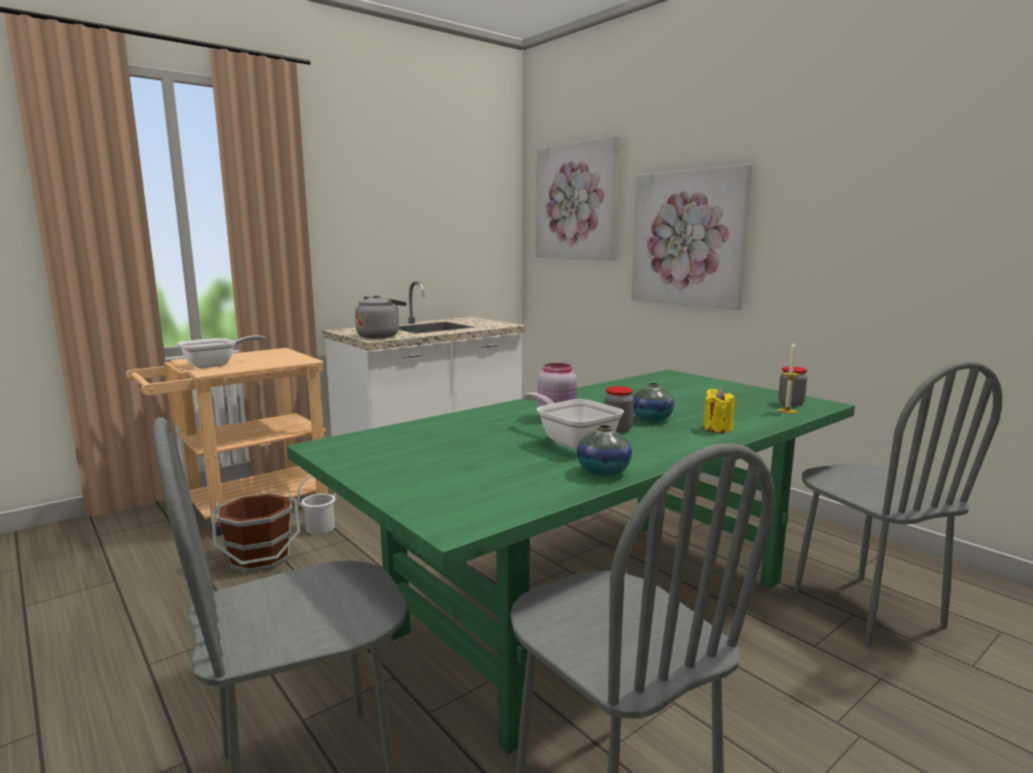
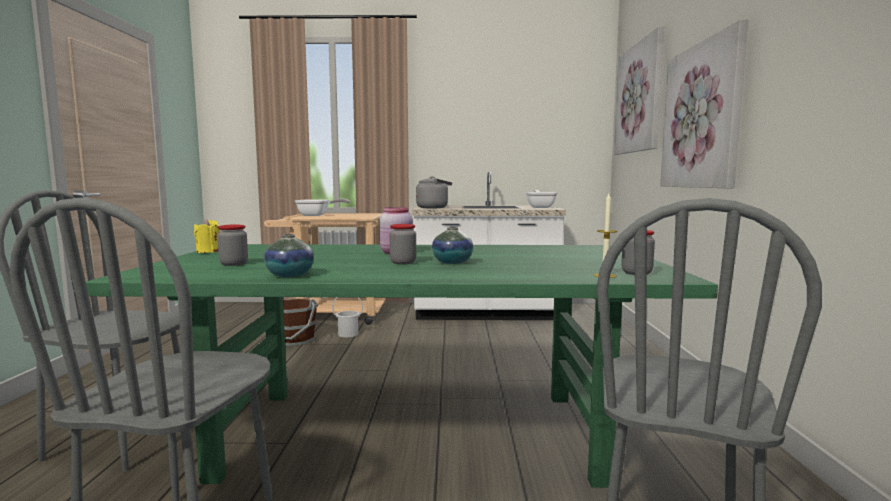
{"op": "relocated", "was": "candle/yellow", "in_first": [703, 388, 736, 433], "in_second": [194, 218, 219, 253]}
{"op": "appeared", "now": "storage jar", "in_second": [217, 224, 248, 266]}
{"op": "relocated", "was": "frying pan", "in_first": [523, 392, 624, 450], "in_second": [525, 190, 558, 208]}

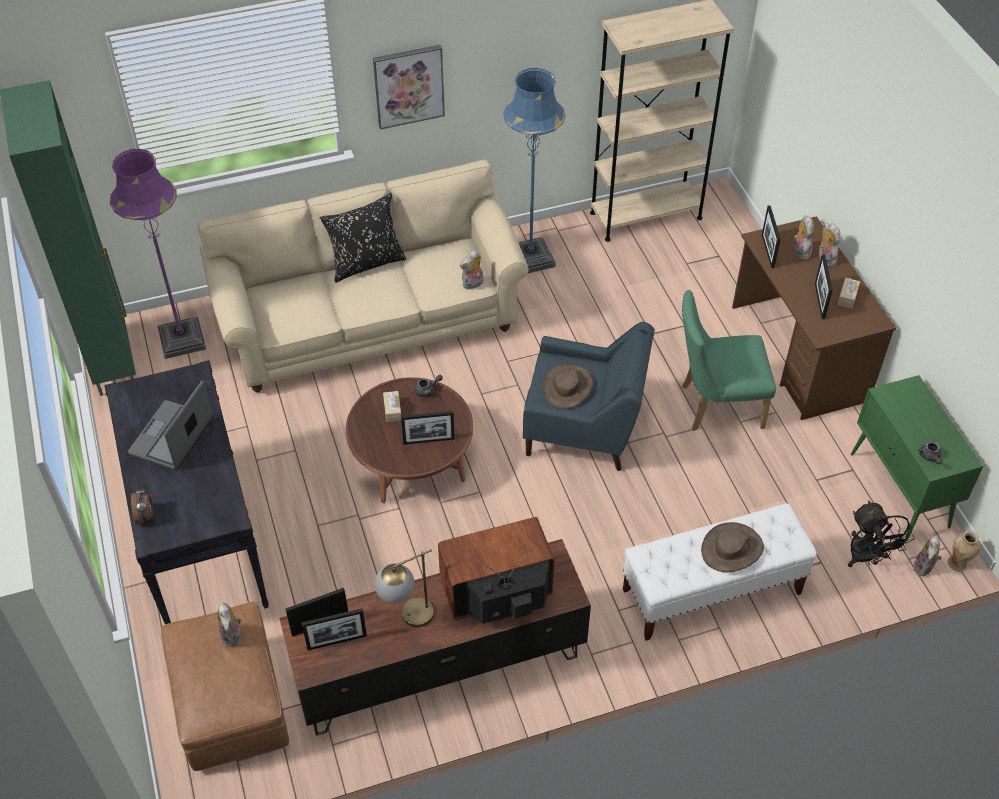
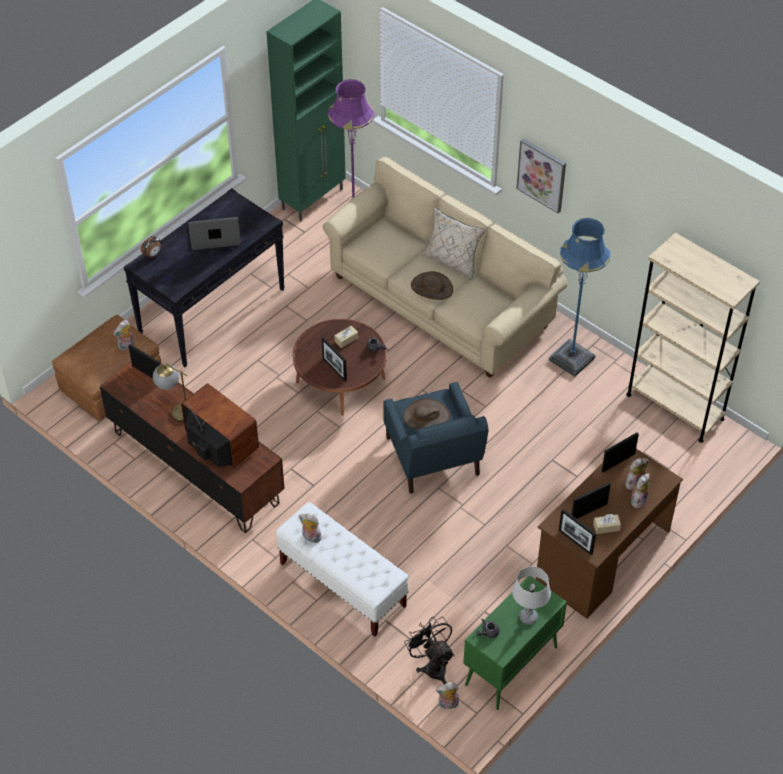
{"op": "relocated", "was": "soft toy", "in_first": [460, 250, 483, 290], "in_second": [299, 514, 322, 543]}
{"op": "spun", "was": "electric fan/black-coloured", "in_first": [848, 500, 915, 567], "in_second": [404, 617, 454, 685], "clockwise": 105}
{"op": "relocated", "was": "hat/brown-coloured", "in_first": [701, 522, 764, 572], "in_second": [411, 271, 453, 300]}
{"op": "colour", "was": "cushion/black-coloured", "now": "cushion/sand-coloured", "in_first": [320, 193, 406, 283], "in_second": [422, 207, 485, 280]}
{"op": "appeared", "now": "table lamp/gray", "in_second": [512, 566, 551, 624]}
{"op": "relocated", "was": "photo frame", "in_first": [302, 608, 367, 650], "in_second": [559, 509, 596, 555]}
{"op": "missing", "was": "upright chair/green-coloured", "in_first": [682, 290, 776, 431]}
{"op": "missing", "was": "decorative vase", "in_first": [948, 530, 981, 572]}

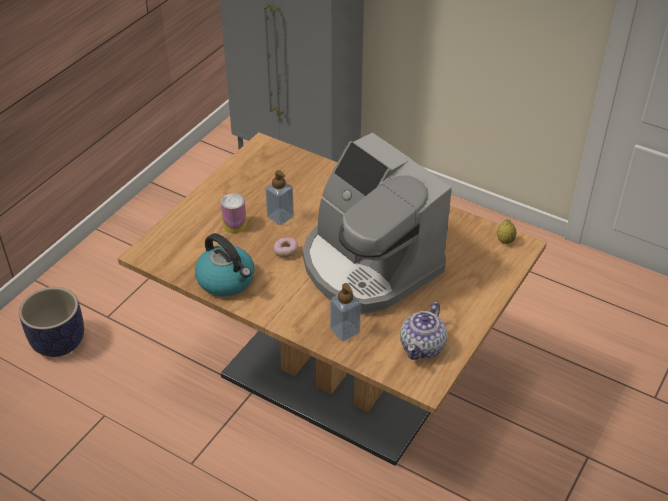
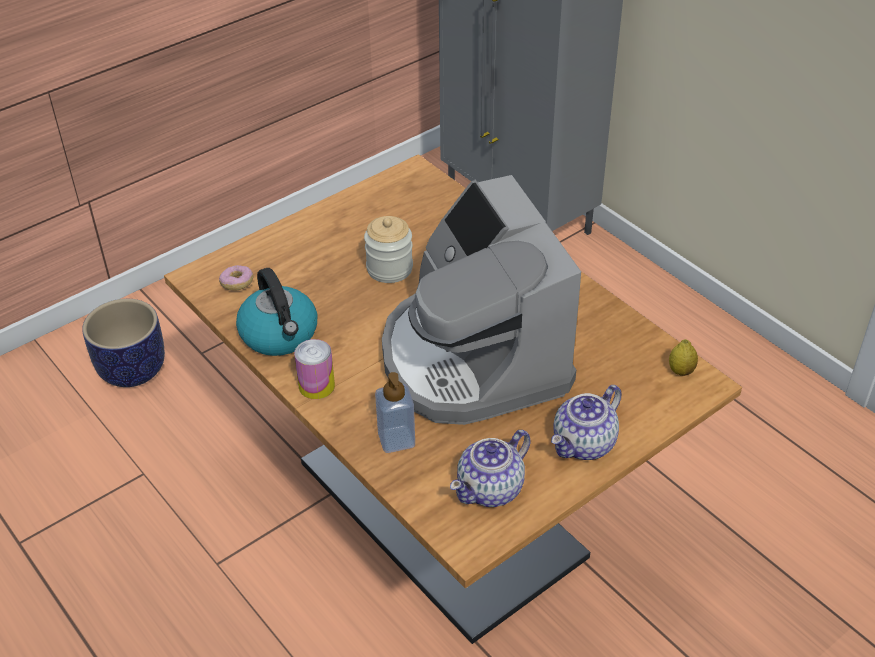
{"op": "relocated", "was": "ring doughnut", "in_first": [274, 238, 298, 257], "in_second": [219, 265, 254, 291]}
{"op": "relocated", "was": "metal can", "in_first": [221, 193, 247, 233], "in_second": [294, 339, 335, 399]}
{"op": "exchanged", "was": "soap bottle", "now": "storage jar", "in_first": [265, 170, 294, 225], "in_second": [364, 216, 413, 283]}
{"op": "appeared", "now": "teapot", "in_second": [551, 385, 622, 460]}

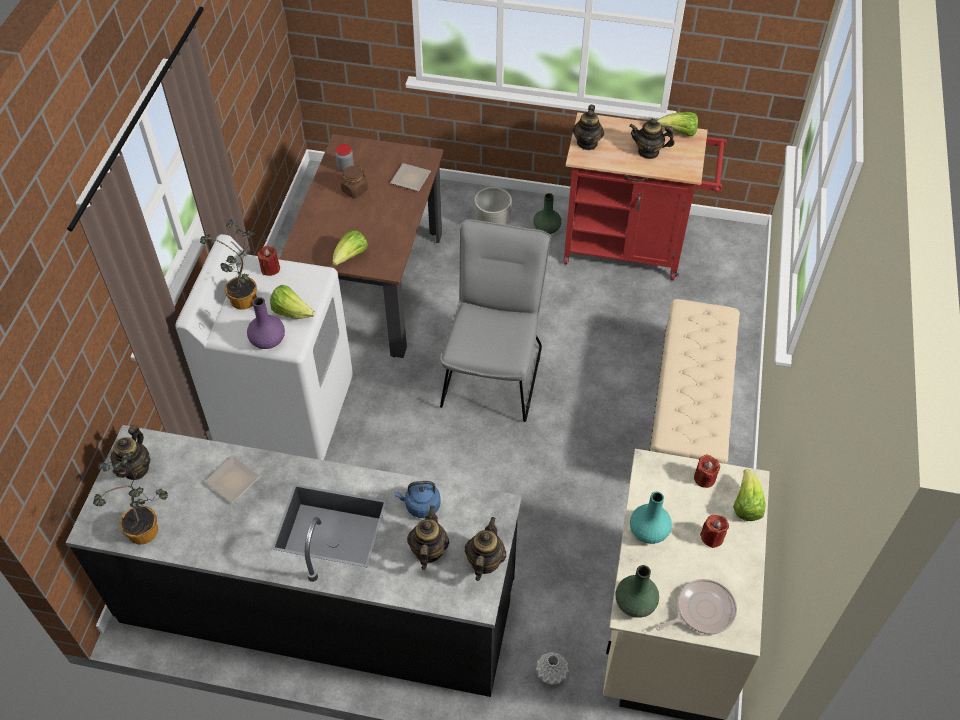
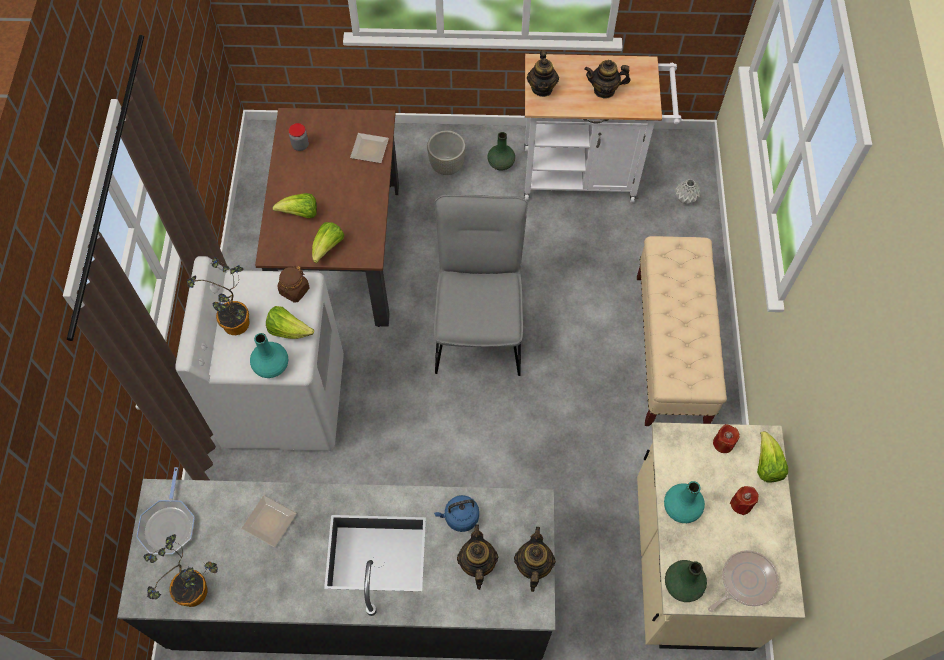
{"op": "exchanged", "was": "teapot", "now": "frying pan", "in_first": [110, 425, 150, 480], "in_second": [137, 467, 195, 554]}
{"op": "colour", "was": "decorative vase/purple-coloured", "now": "decorative vase/blue-green", "in_first": [247, 297, 285, 349], "in_second": [250, 333, 288, 378]}
{"op": "relocated", "was": "lettuce", "in_first": [657, 112, 698, 136], "in_second": [272, 193, 317, 218]}
{"op": "relocated", "was": "storage jar/brown-coloured", "in_first": [341, 165, 368, 198], "in_second": [278, 266, 309, 303]}
{"op": "colour", "was": "cart/red", "now": "cart/white", "in_first": [564, 112, 727, 281], "in_second": [524, 54, 681, 203]}
{"op": "relocated", "was": "decorative vase/gray", "in_first": [536, 652, 569, 685], "in_second": [675, 179, 700, 205]}
{"op": "missing", "was": "candle/red", "in_first": [258, 246, 280, 276]}

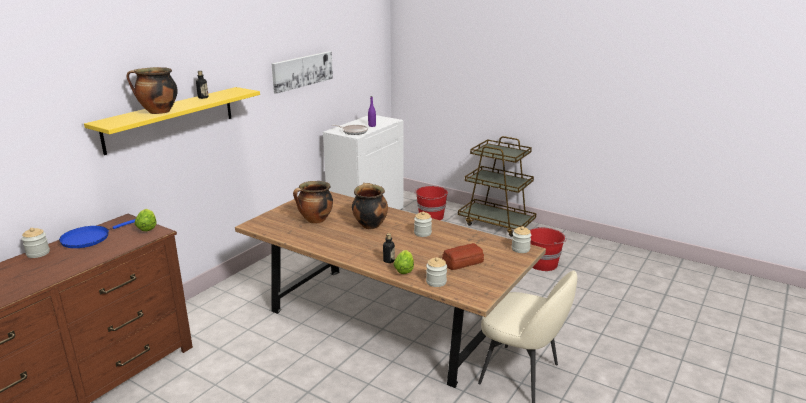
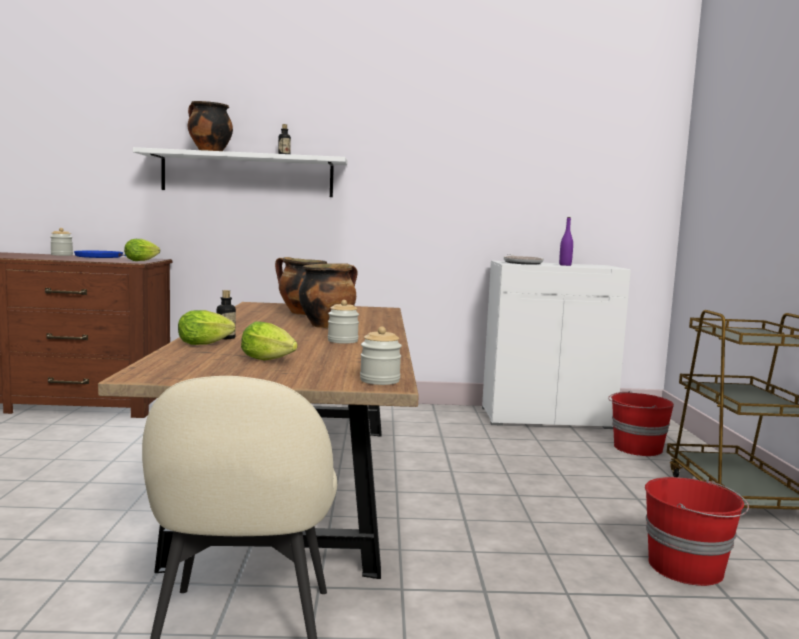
{"op": "colour", "was": "bracket shelf/yellow", "now": "bracket shelf/white", "in_first": [84, 87, 260, 155], "in_second": [133, 147, 347, 197]}
{"op": "exchanged", "was": "bread", "now": "lettuce", "in_first": [442, 243, 484, 270], "in_second": [241, 321, 298, 361]}
{"op": "missing", "was": "picture", "in_first": [272, 51, 333, 94]}
{"op": "missing", "was": "storage jar", "in_first": [426, 257, 447, 287]}

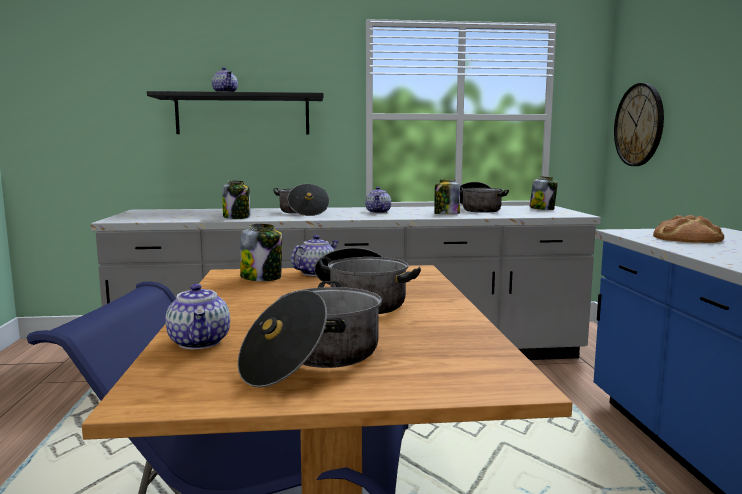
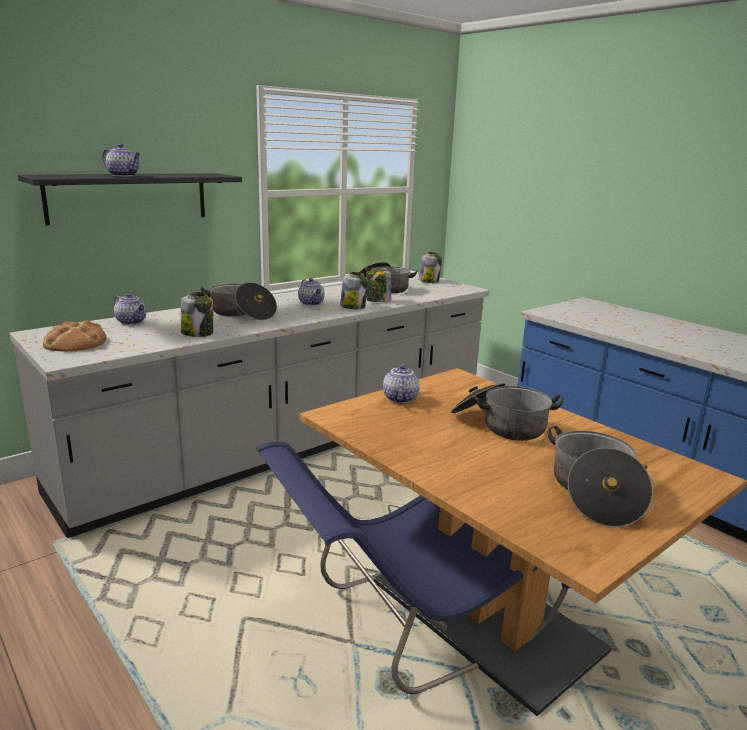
{"op": "relocated", "was": "bread", "in_first": [653, 215, 724, 243], "in_second": [43, 320, 107, 352]}
{"op": "relocated", "was": "teapot", "in_first": [165, 284, 230, 349], "in_second": [114, 293, 146, 325]}
{"op": "relocated", "was": "storage jar", "in_first": [240, 224, 282, 281], "in_second": [340, 272, 368, 309]}
{"op": "missing", "was": "clock on the wall", "in_first": [614, 83, 664, 166]}

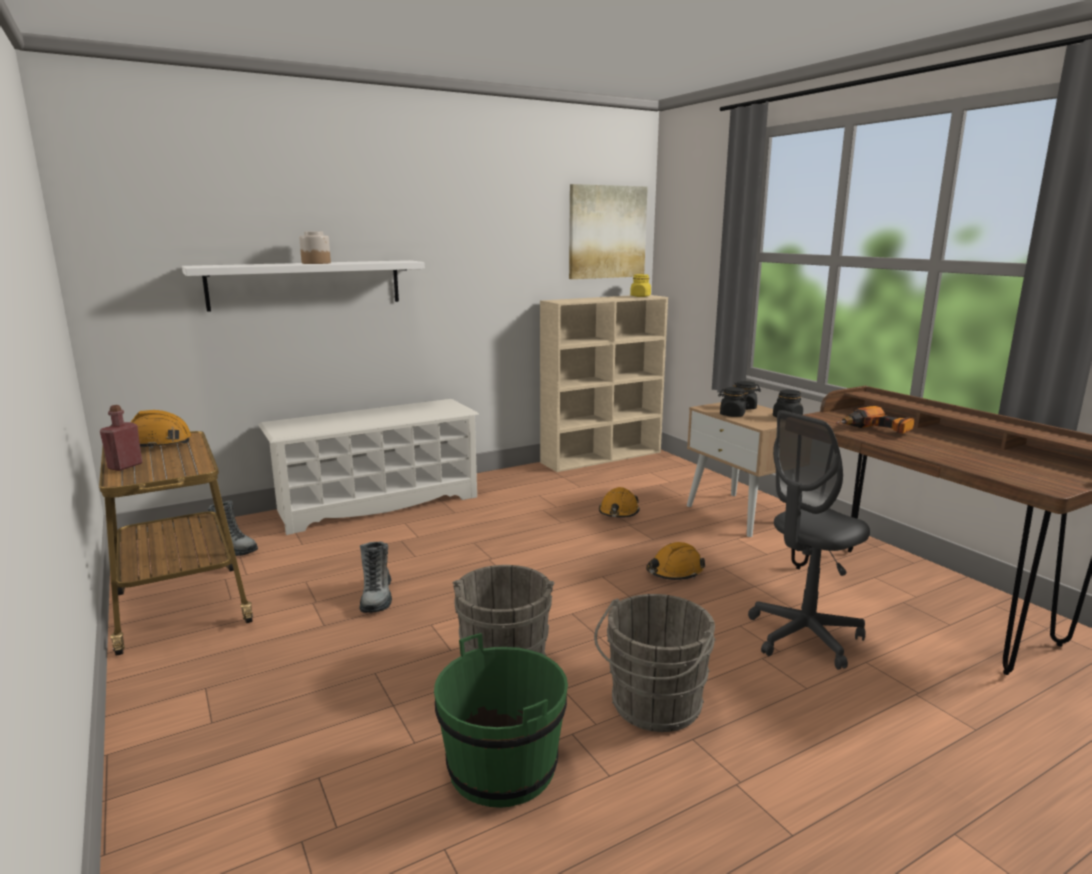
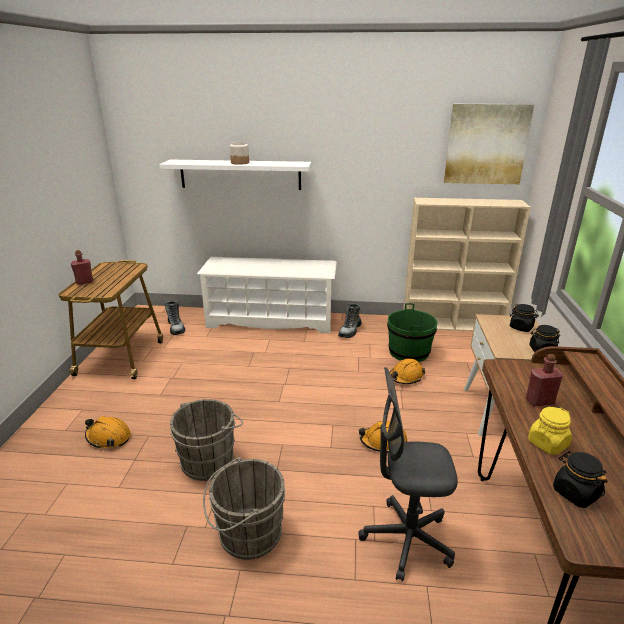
{"op": "relocated", "was": "safety helmet/orangey", "in_first": [111, 410, 192, 449], "in_second": [85, 416, 131, 449]}
{"op": "relocated", "was": "boot", "in_first": [360, 541, 392, 613], "in_second": [338, 303, 362, 338]}
{"op": "relocated", "was": "pail/green-coloured", "in_first": [434, 633, 568, 808], "in_second": [387, 303, 438, 362]}
{"op": "exchanged", "was": "drill", "now": "bottle/red", "in_first": [836, 406, 914, 434], "in_second": [526, 354, 563, 407]}
{"op": "relocated", "was": "storage jar/yellow", "in_first": [630, 274, 651, 297], "in_second": [528, 407, 572, 455]}
{"op": "relocated", "was": "storage jar/black-coloured", "in_first": [718, 387, 749, 417], "in_second": [553, 451, 607, 508]}

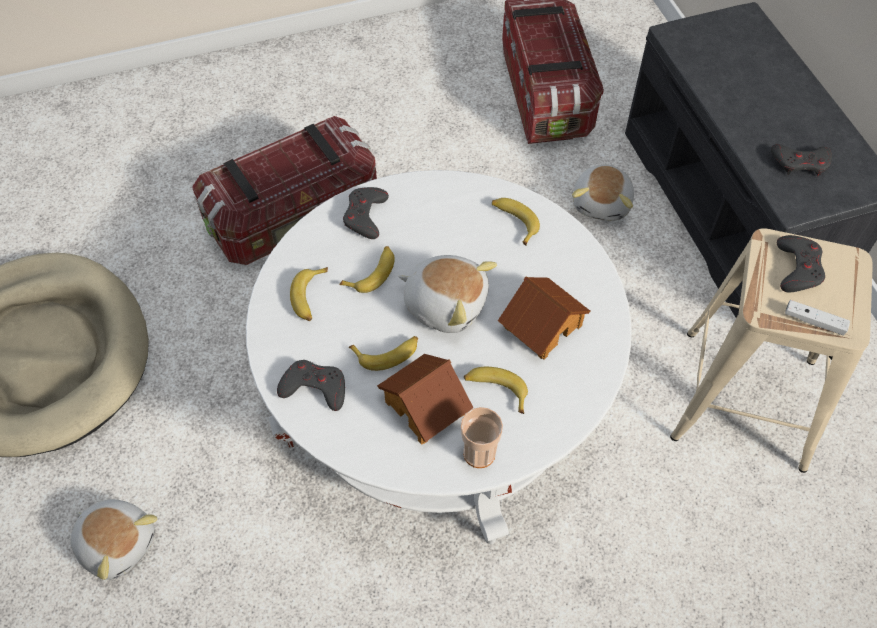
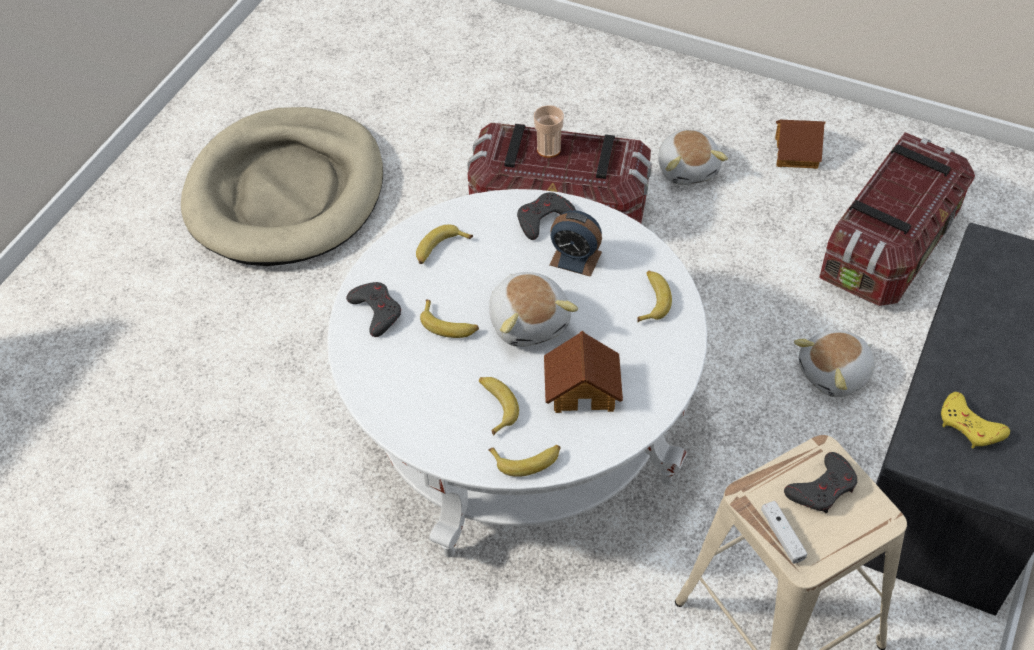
{"op": "relocated", "was": "whole banana", "in_first": [339, 246, 395, 293], "in_second": [488, 445, 561, 477]}
{"op": "relocated", "was": "drinking cup", "in_first": [461, 407, 503, 468], "in_second": [534, 105, 564, 158]}
{"op": "appeared", "now": "table clock", "in_second": [549, 210, 602, 277]}
{"op": "relocated", "was": "soft toy", "in_first": [70, 499, 158, 580], "in_second": [658, 129, 728, 185]}
{"op": "relocated", "was": "miniature house", "in_first": [377, 354, 474, 445], "in_second": [775, 120, 825, 169]}
{"op": "colour", "was": "gamepad/gray", "now": "gamepad/yellow", "in_first": [771, 144, 832, 177], "in_second": [941, 392, 1010, 449]}

